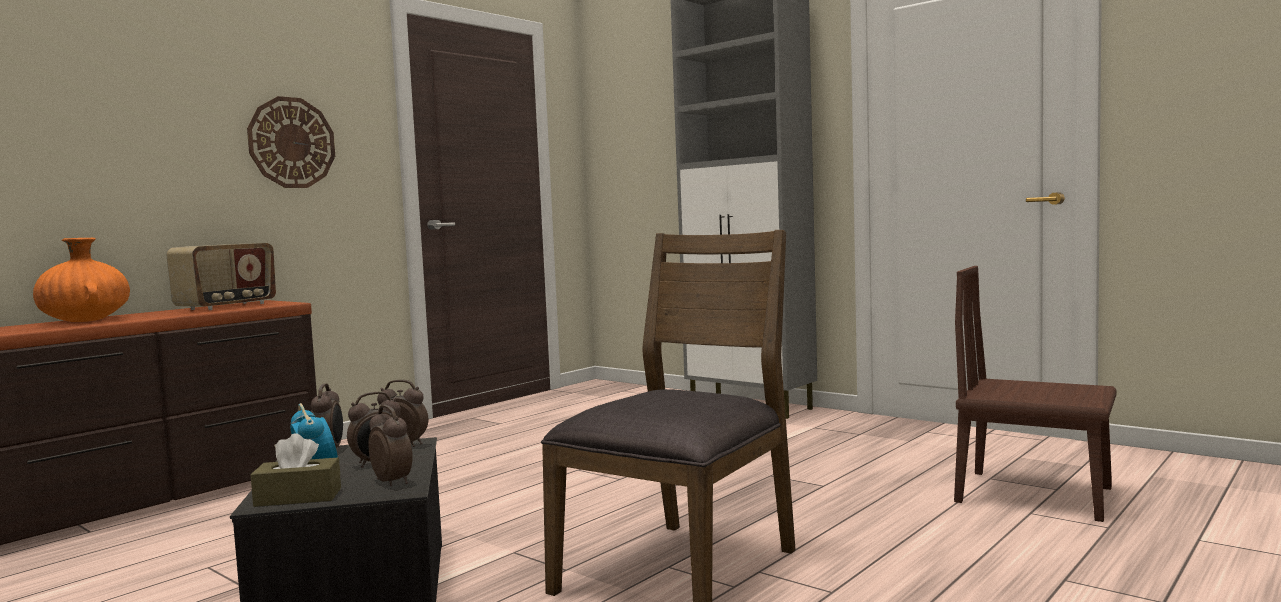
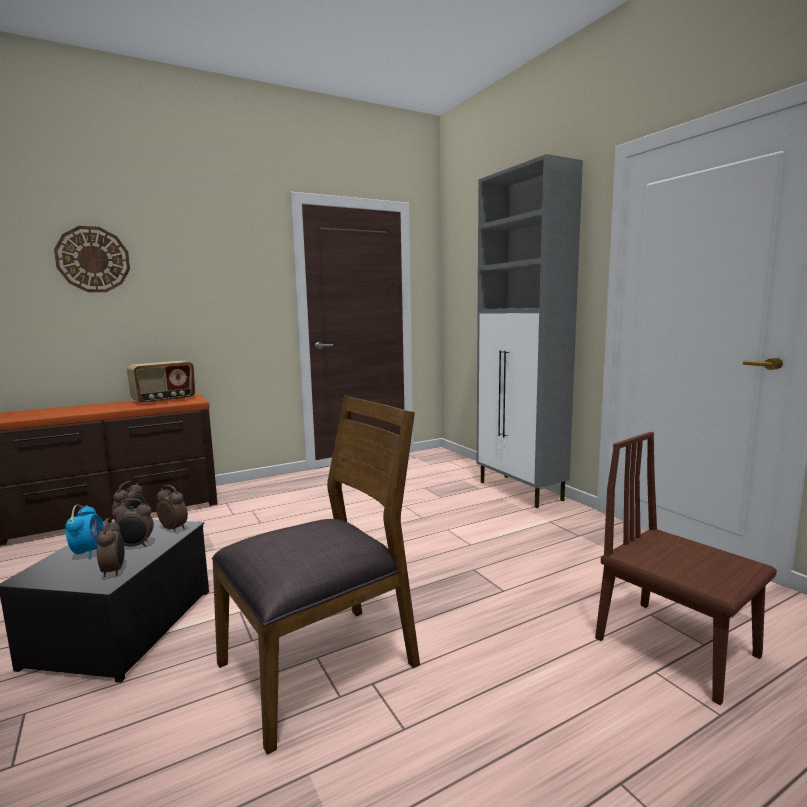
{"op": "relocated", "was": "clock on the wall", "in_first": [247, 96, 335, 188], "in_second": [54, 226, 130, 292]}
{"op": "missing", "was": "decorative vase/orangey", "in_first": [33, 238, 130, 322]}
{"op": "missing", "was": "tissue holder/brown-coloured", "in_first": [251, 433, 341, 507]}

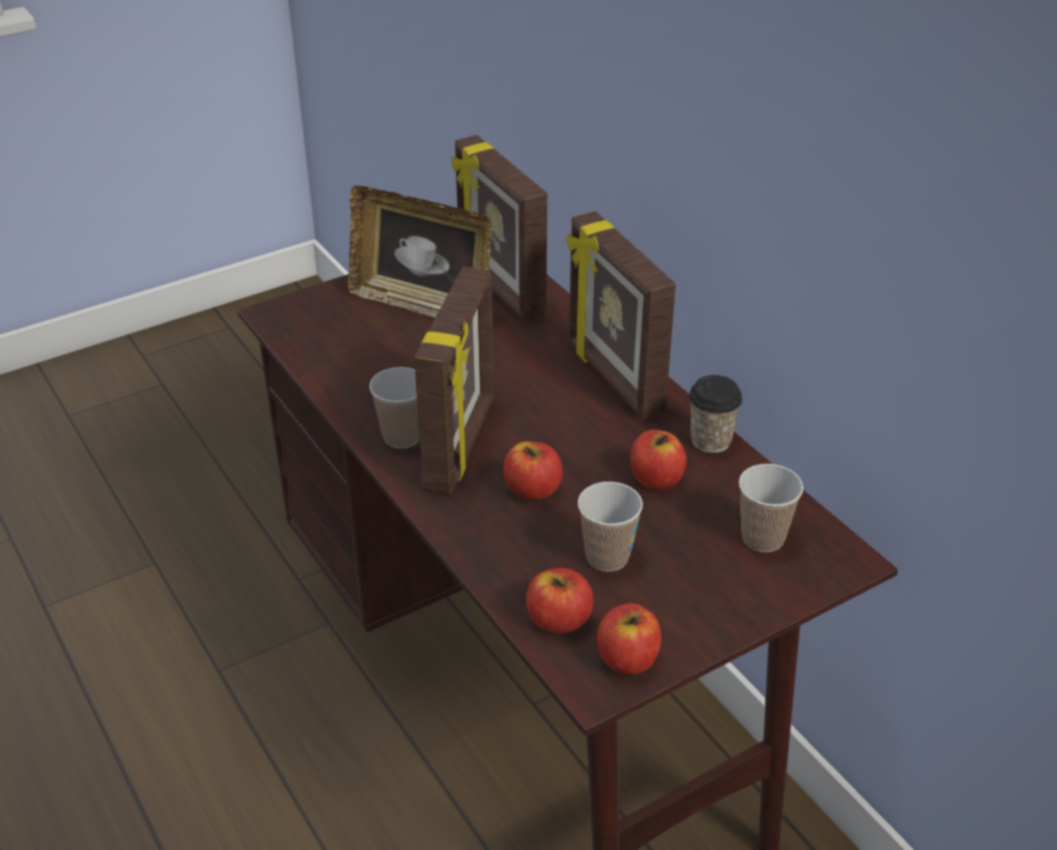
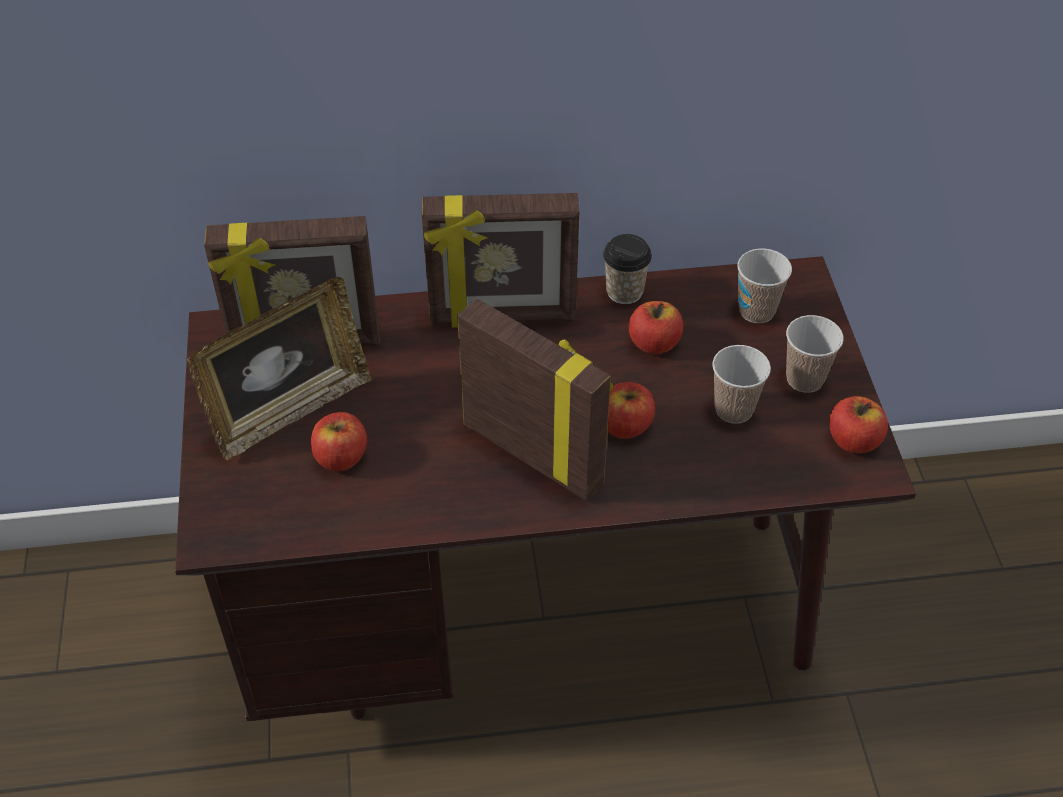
{"op": "relocated", "was": "whole apple", "in_first": [526, 568, 593, 634], "in_second": [311, 412, 367, 471]}
{"op": "relocated", "was": "drinking cup", "in_first": [369, 367, 420, 448], "in_second": [786, 315, 844, 393]}

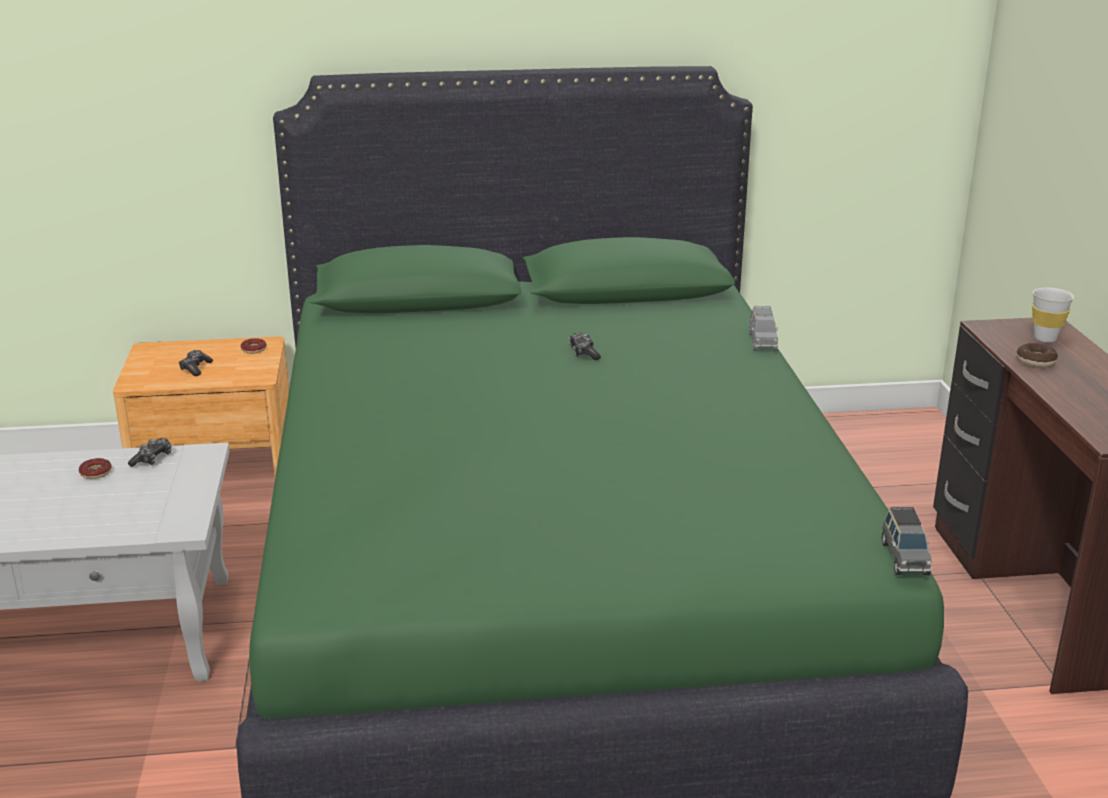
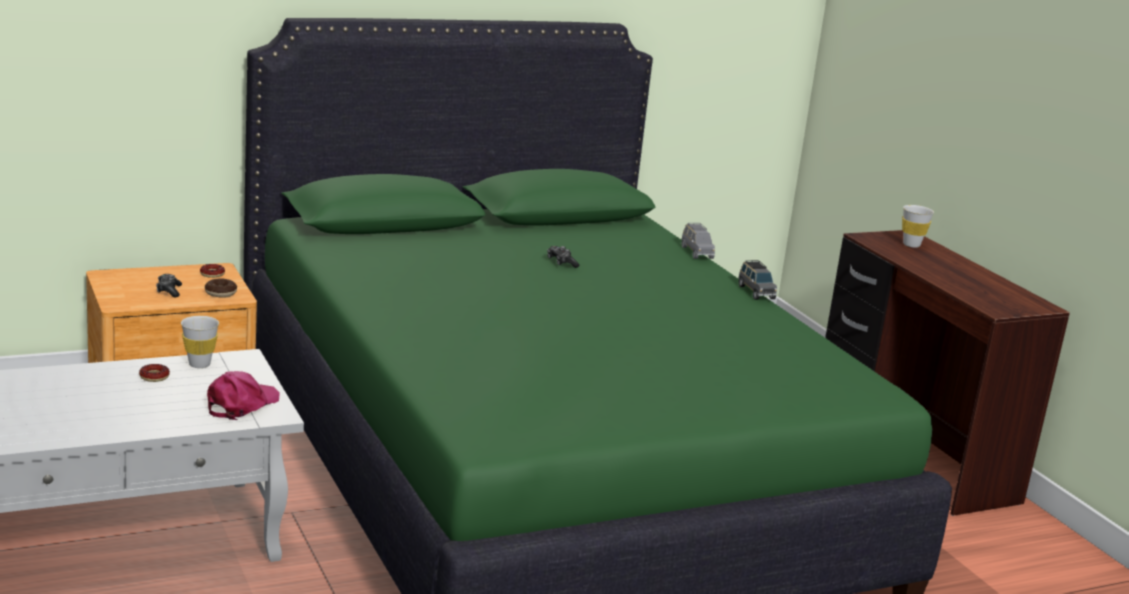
{"op": "exchanged", "was": "gamepad", "now": "drinking cup/white", "in_first": [128, 438, 171, 467], "in_second": [181, 316, 219, 368]}
{"op": "relocated", "was": "ring doughnut", "in_first": [1016, 343, 1058, 368], "in_second": [205, 279, 237, 298]}
{"op": "appeared", "now": "baseball cap/pinkish", "in_second": [207, 371, 280, 420]}
{"op": "relocated", "was": "toy car/gray", "in_first": [882, 507, 932, 575], "in_second": [738, 260, 777, 300]}

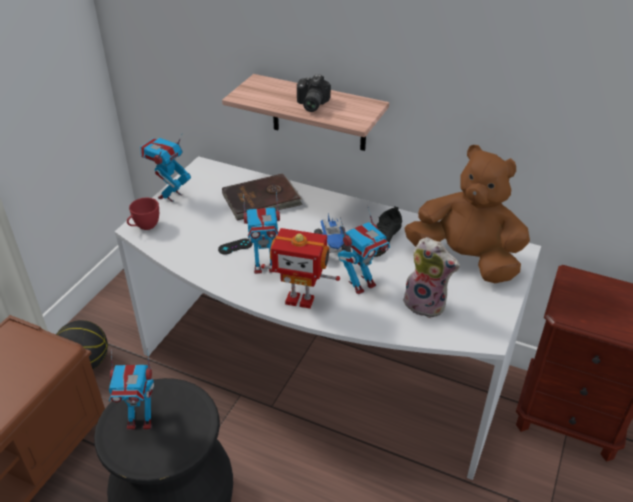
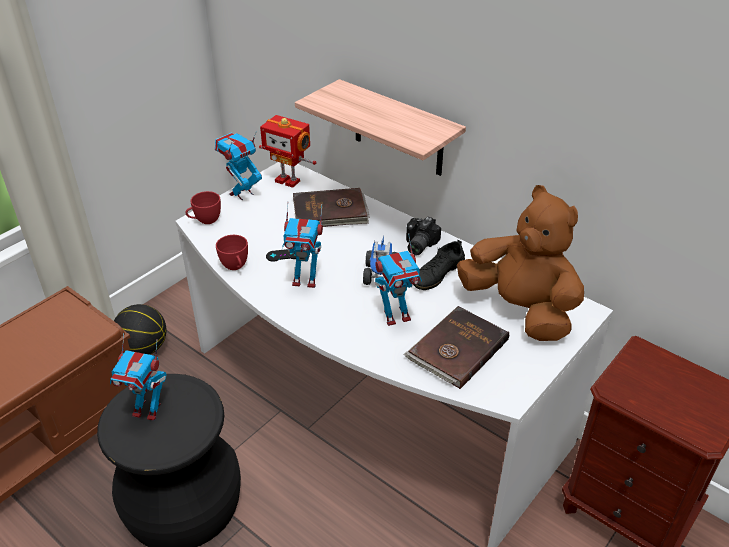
{"op": "appeared", "now": "drinking cup/red", "in_second": [216, 235, 248, 270]}
{"op": "relocated", "was": "robot figure", "in_first": [261, 228, 340, 309], "in_second": [259, 115, 316, 188]}
{"op": "exchanged", "was": "soft toy", "now": "book/brown-coloured", "in_first": [403, 237, 460, 318], "in_second": [403, 306, 509, 389]}
{"op": "relocated", "was": "photo camera", "in_first": [297, 74, 331, 112], "in_second": [406, 217, 441, 256]}

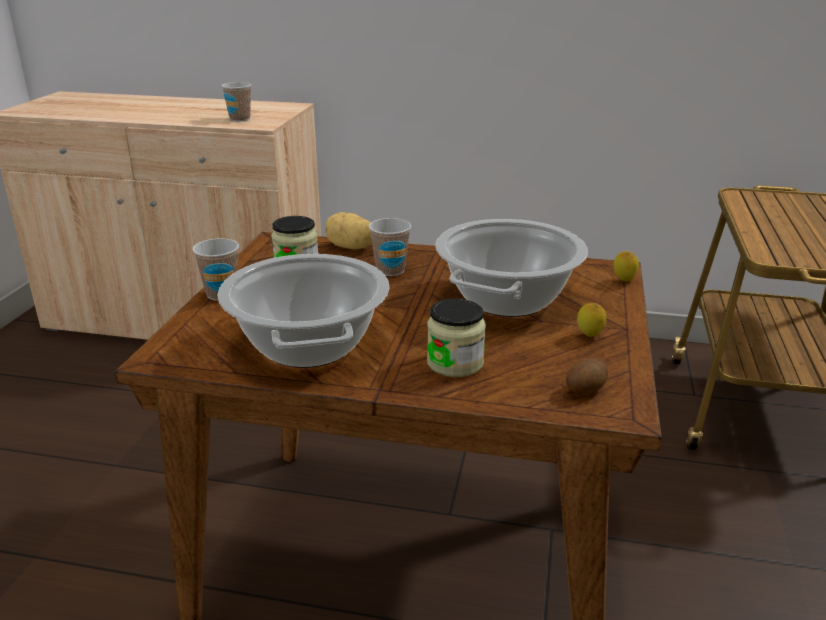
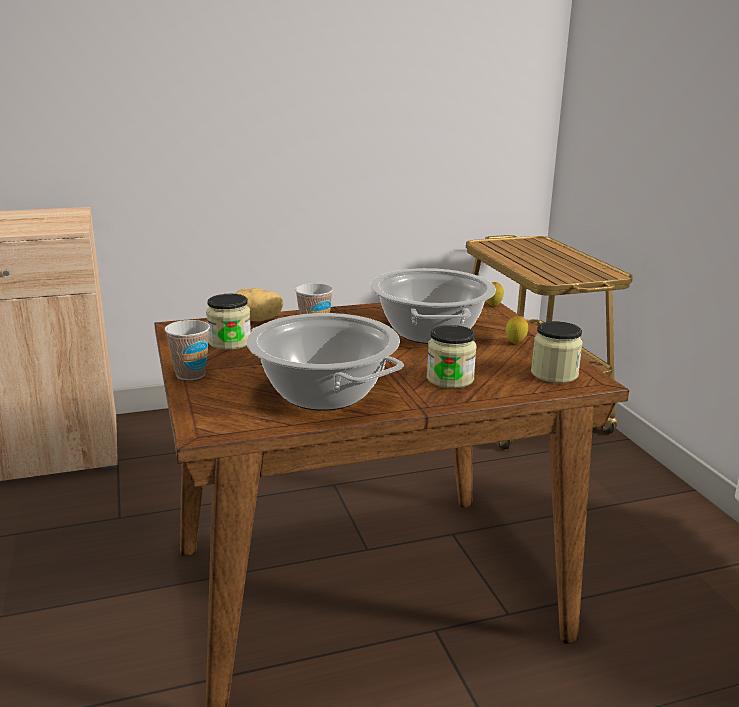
{"op": "exchanged", "was": "spud", "now": "storage jar", "in_first": [566, 358, 608, 394], "in_second": [531, 321, 583, 383]}
{"op": "missing", "was": "drinking cup", "in_first": [222, 82, 252, 121]}

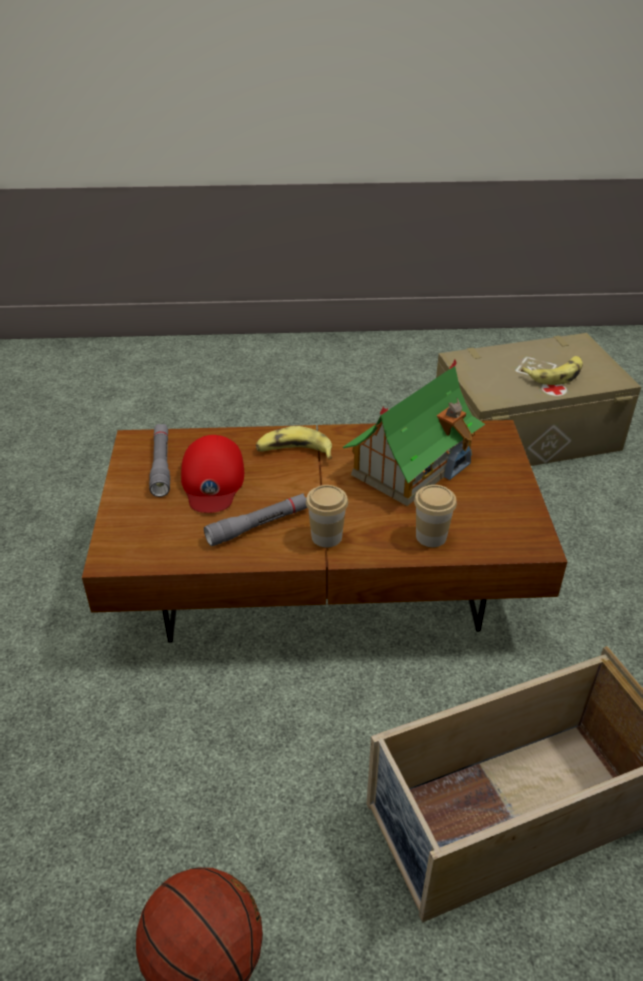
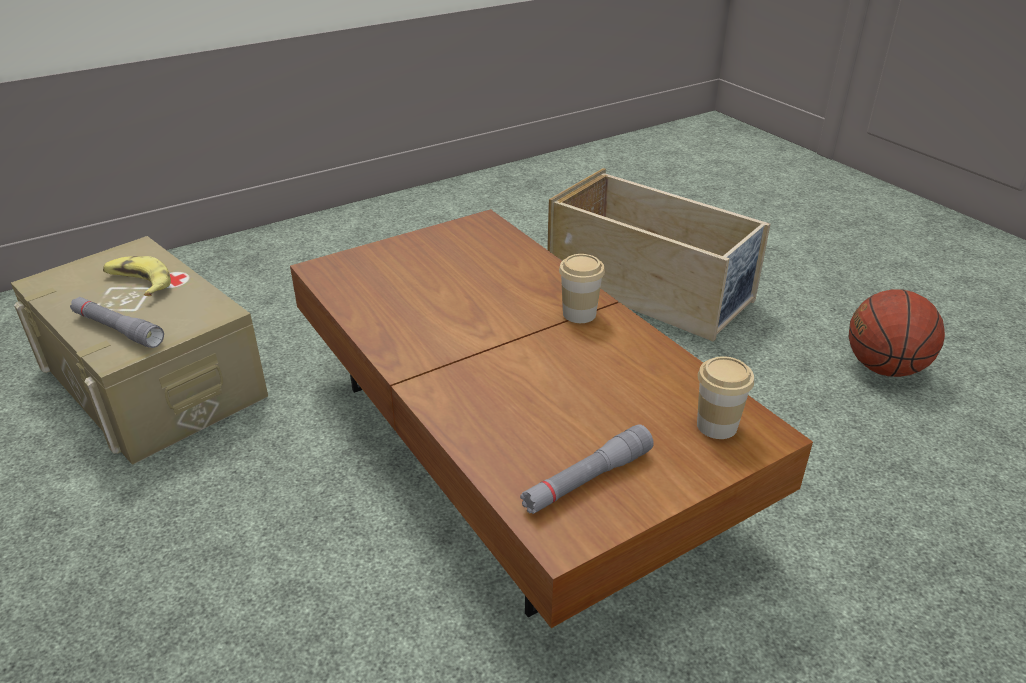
{"op": "relocated", "was": "torch/gray", "in_first": [204, 493, 307, 546], "in_second": [70, 297, 164, 348]}
{"op": "relocated", "was": "drinking cup", "in_first": [414, 485, 457, 547], "in_second": [697, 356, 754, 439]}
{"op": "missing", "was": "baseball cap/red", "in_first": [181, 435, 244, 513]}
{"op": "missing", "was": "whole banana", "in_first": [256, 426, 332, 459]}
{"op": "missing", "was": "miniature house", "in_first": [343, 359, 485, 506]}

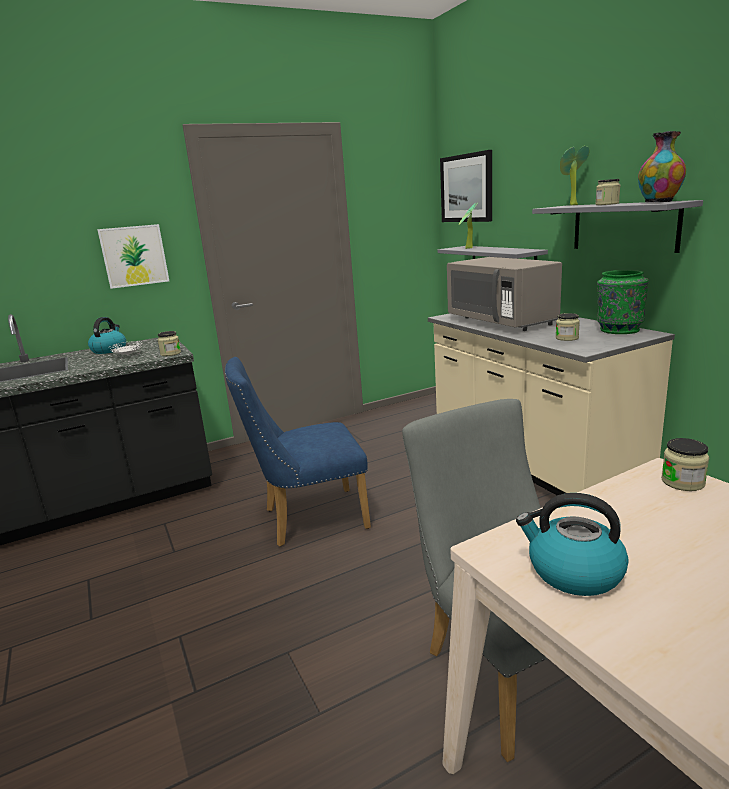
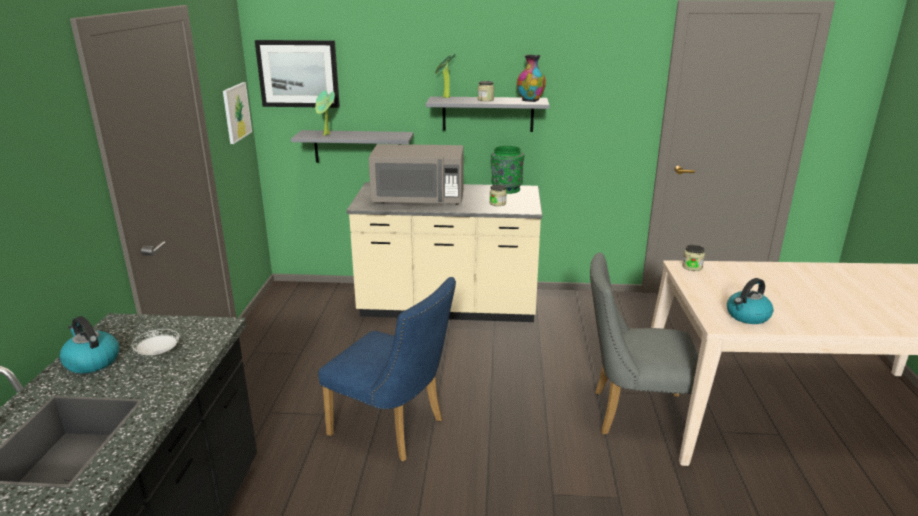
{"op": "relocated", "was": "picture", "in_first": [97, 224, 169, 289], "in_second": [223, 82, 252, 144]}
{"op": "spun", "was": "upright chair/bluish", "in_first": [225, 357, 371, 547], "in_second": [318, 277, 456, 462], "clockwise": -75}
{"op": "missing", "was": "storage jar", "in_first": [157, 331, 181, 356]}

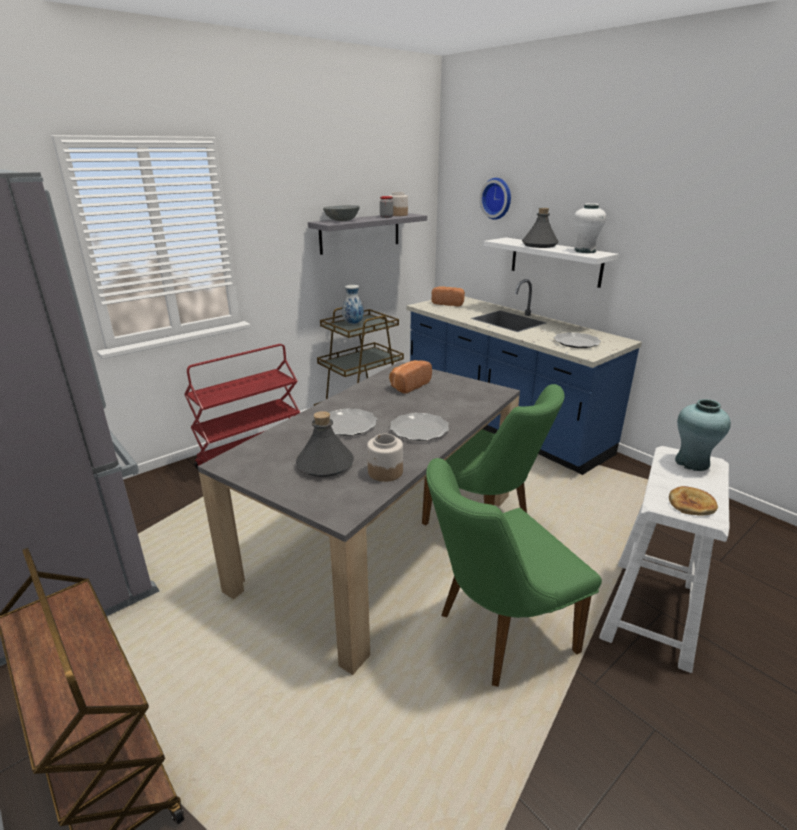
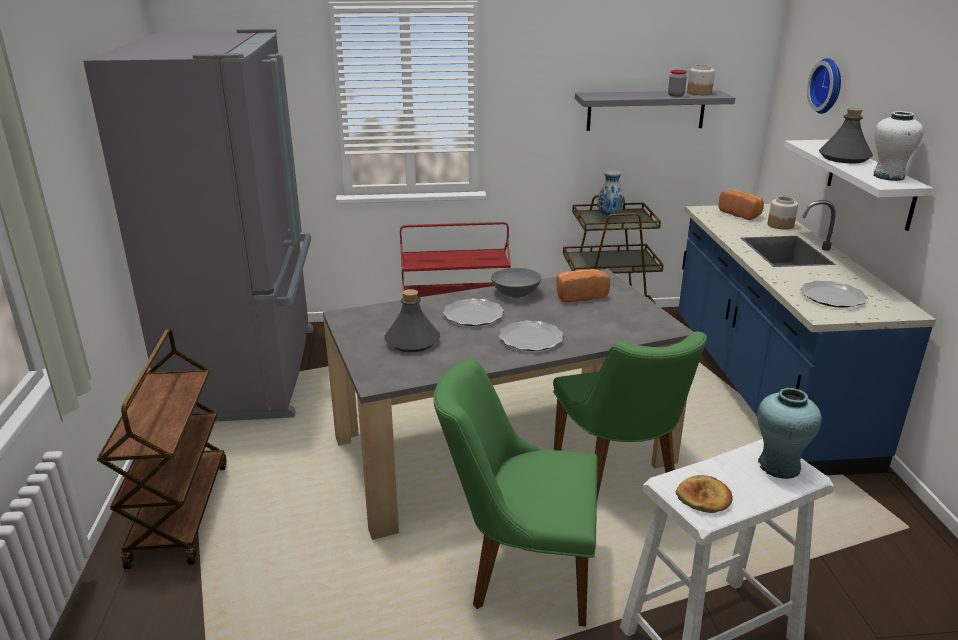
{"op": "relocated", "was": "bowl/gray", "in_first": [323, 205, 360, 221], "in_second": [491, 268, 542, 298]}
{"op": "relocated", "was": "storage jar", "in_first": [367, 434, 403, 482], "in_second": [767, 196, 798, 230]}

